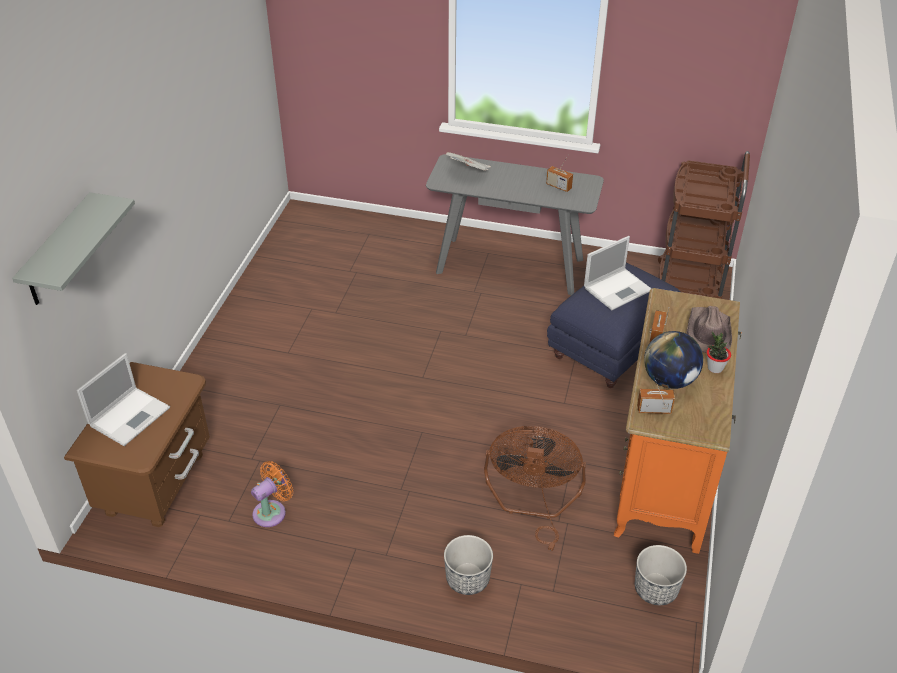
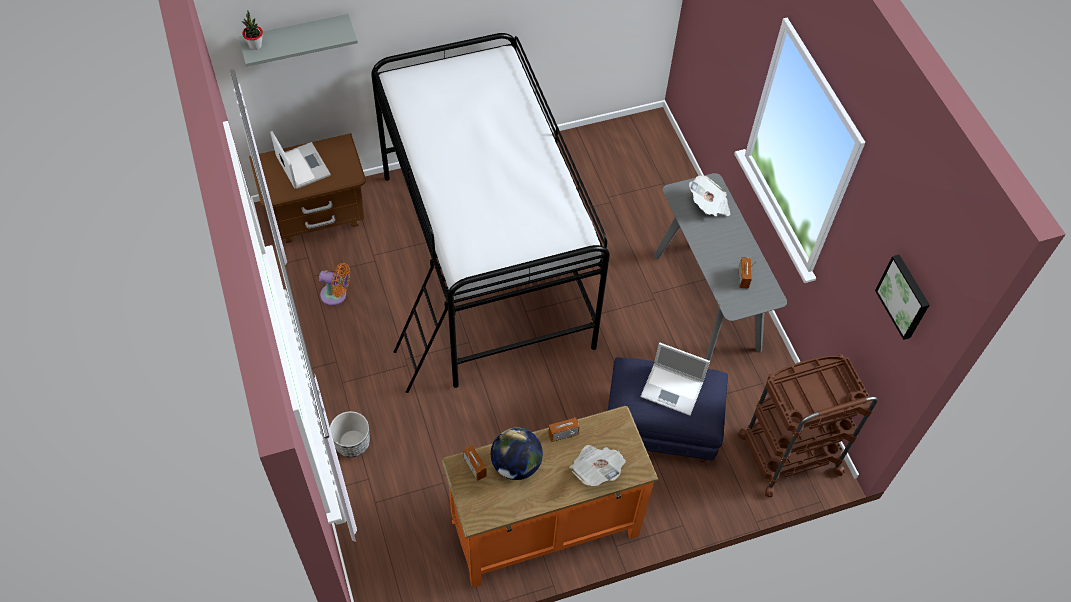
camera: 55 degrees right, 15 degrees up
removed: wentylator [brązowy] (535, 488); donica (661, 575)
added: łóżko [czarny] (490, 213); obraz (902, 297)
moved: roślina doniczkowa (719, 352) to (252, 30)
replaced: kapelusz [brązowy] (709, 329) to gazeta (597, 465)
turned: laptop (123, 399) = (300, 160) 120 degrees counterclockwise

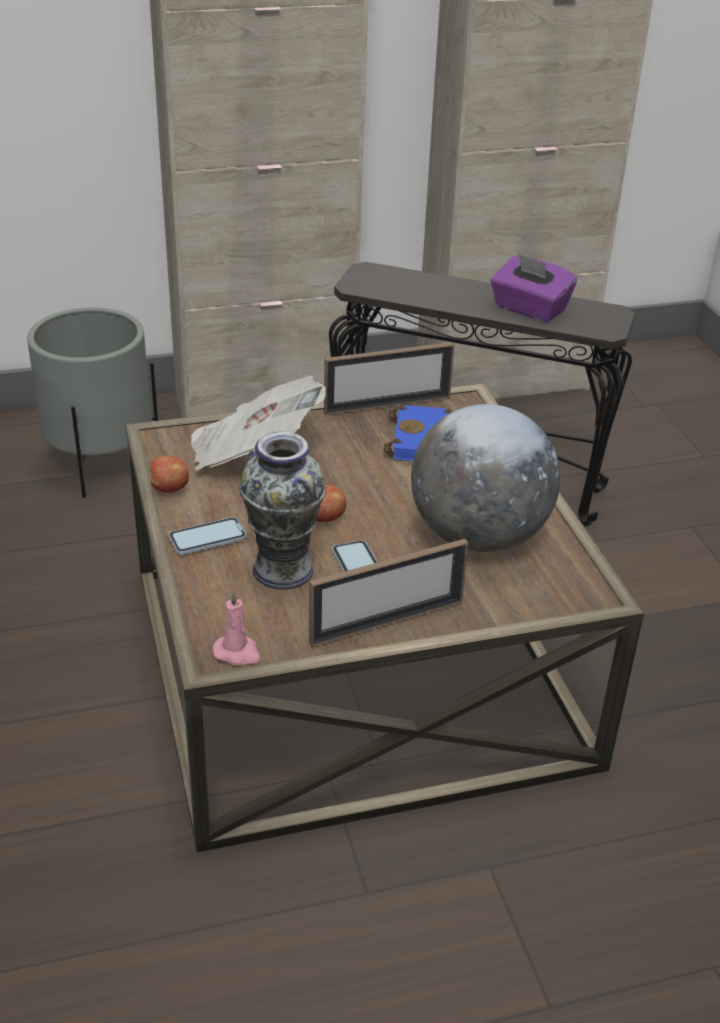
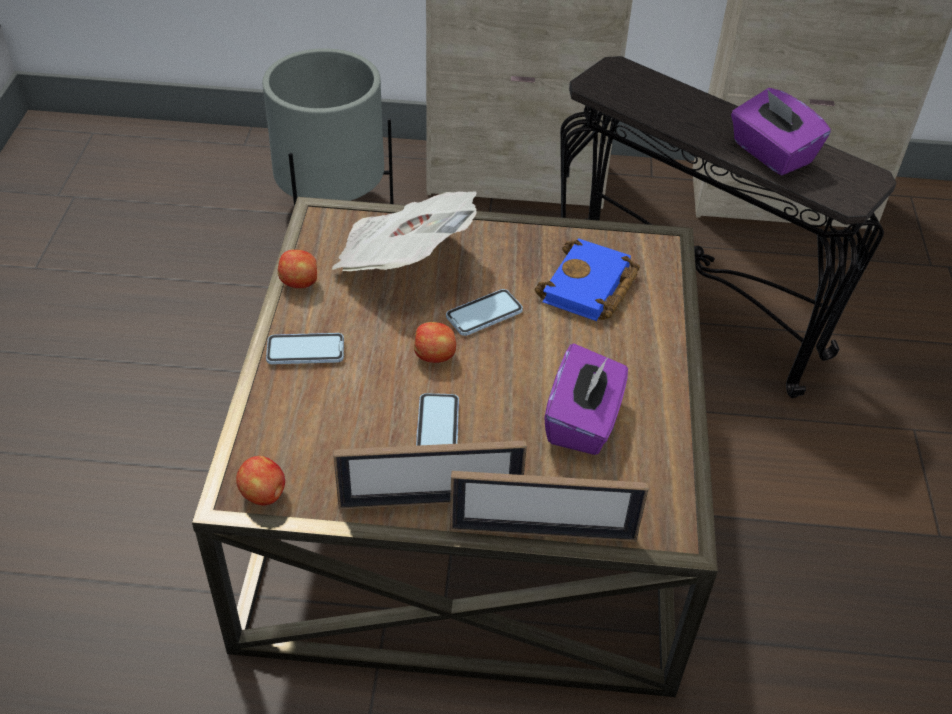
camera: 20 degrees right, 10 degrees up
removed: wazon (282, 511)
added: telefon (484, 312)
moved: ramka na zdjęcie (389, 378) to (549, 506)
replaced: świeca [różowy] (237, 627) to jabłko (260, 481); globus (485, 478) to pudełko chusteczek [fioletowy] (586, 399)

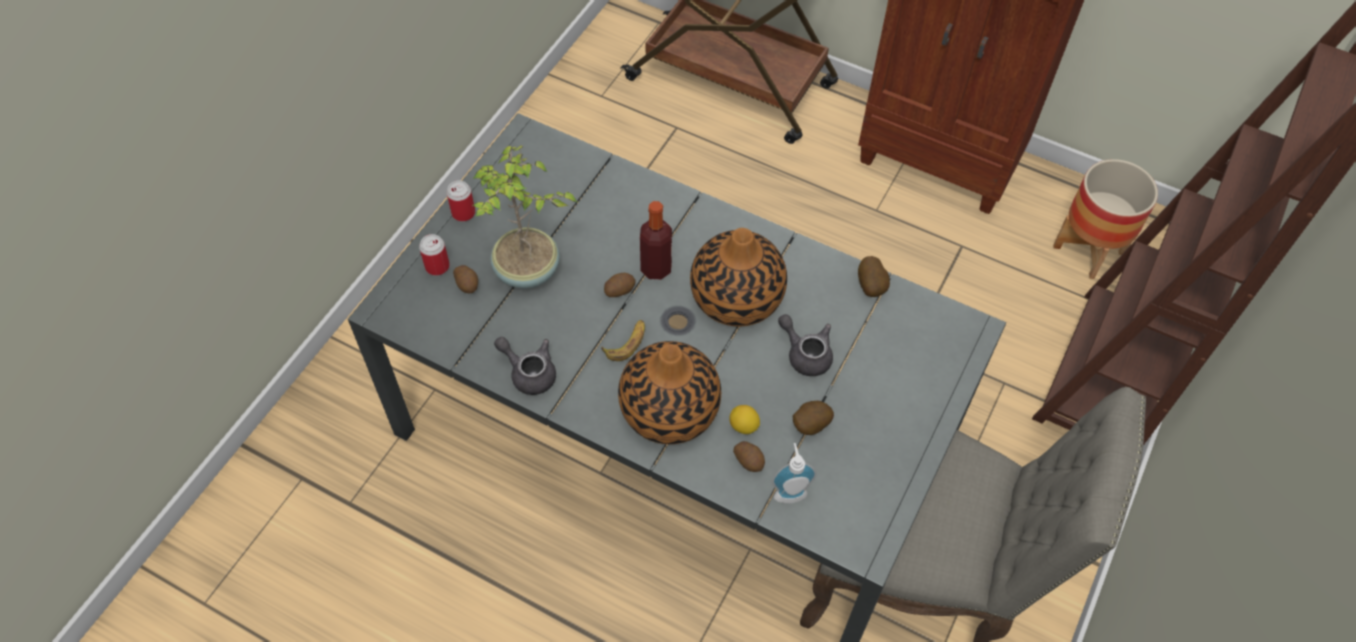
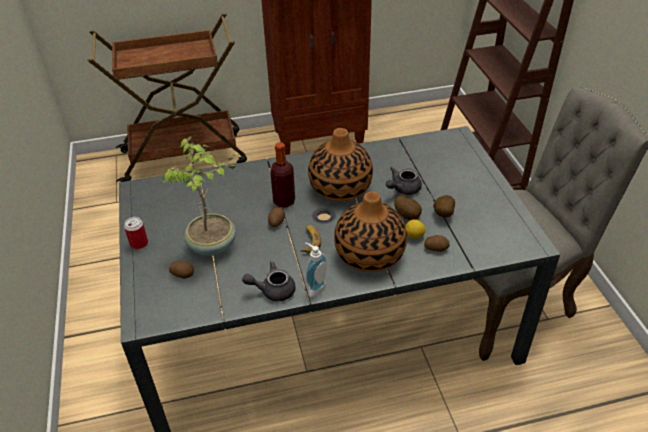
camera: 40 degrees left, 15 degrees down
removed: puszka (434, 254); donica (1105, 219)
moved: dozownik mydła (794, 473) to (316, 270); ziemniak (874, 276) to (408, 207)
turned: imbryk [szary] (805, 345) = (404, 181) 45 degrees counterclockwise

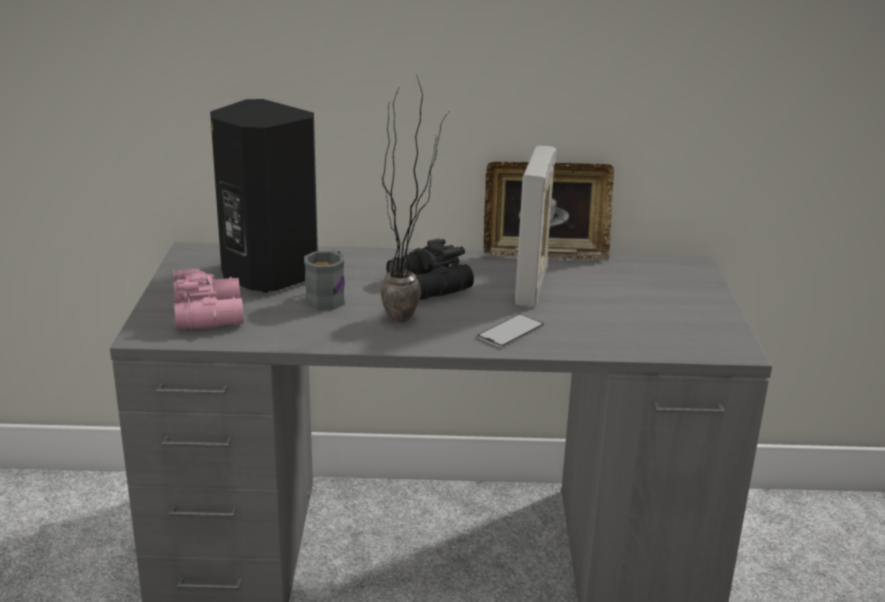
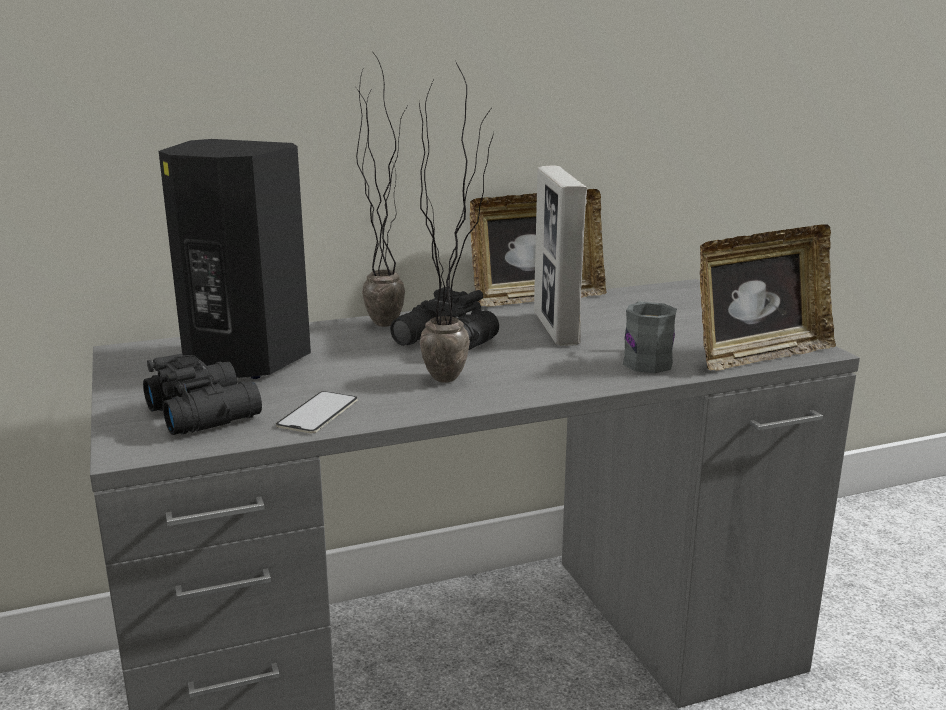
camera: 20 degrees left, 5 degrees down
added: roślina doniczkowa (382, 188); ramka na zdjęcie (768, 297)
moved: kubek [szary] (324, 279) to (650, 337); telefon (510, 330) to (316, 412)
recoloured: lornetka [różowy] (208, 299) to lornetka [czarny] (202, 394)

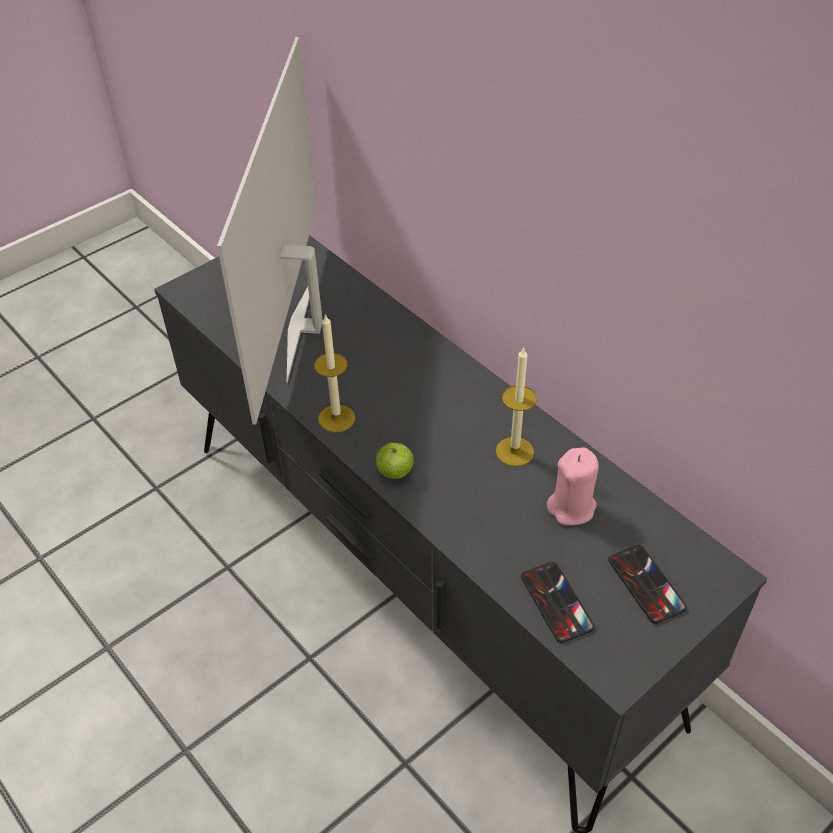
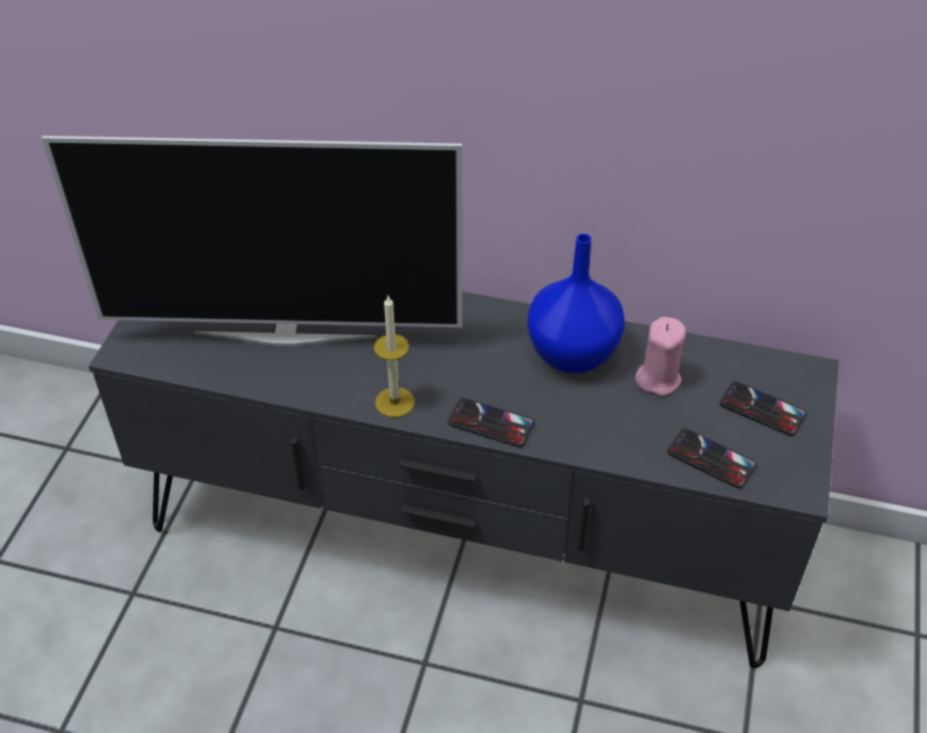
camera: 35 degrees left, 0 degrees up
replaced: jabłko (395, 461) to telefon (491, 422); świeca (516, 407) to wazon [niebieski] (576, 303)
turned: telewizor (269, 231) = (252, 241) 60 degrees counterclockwise

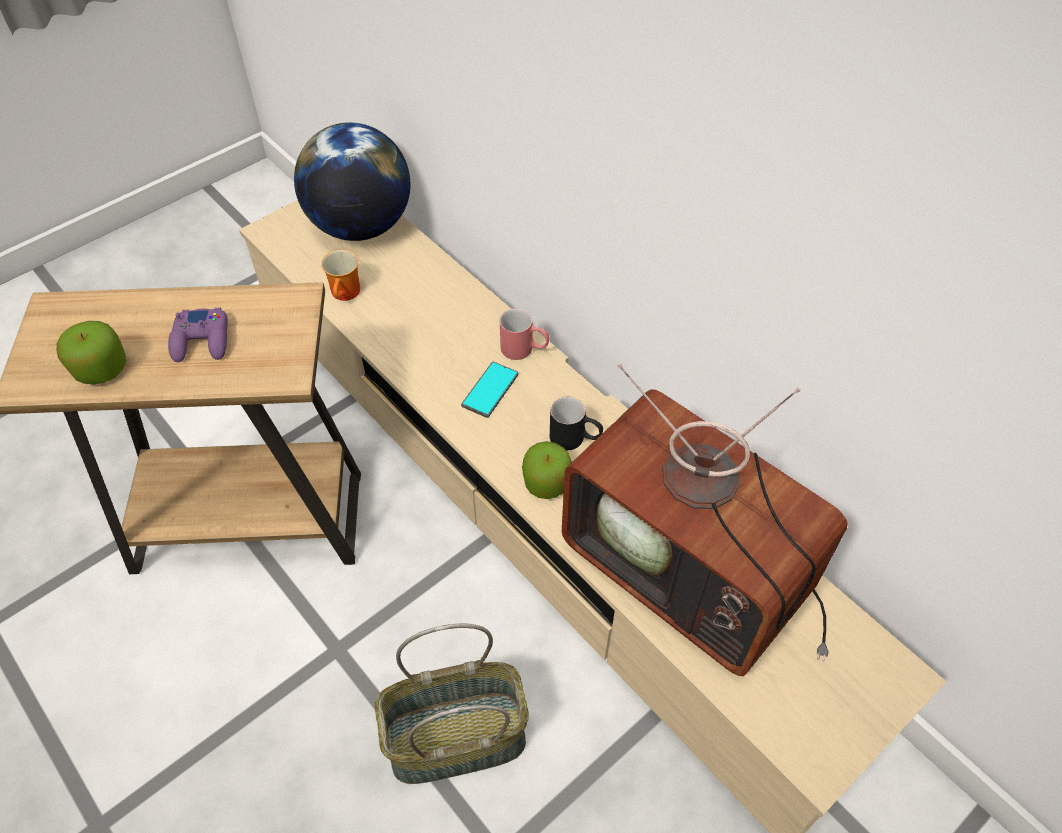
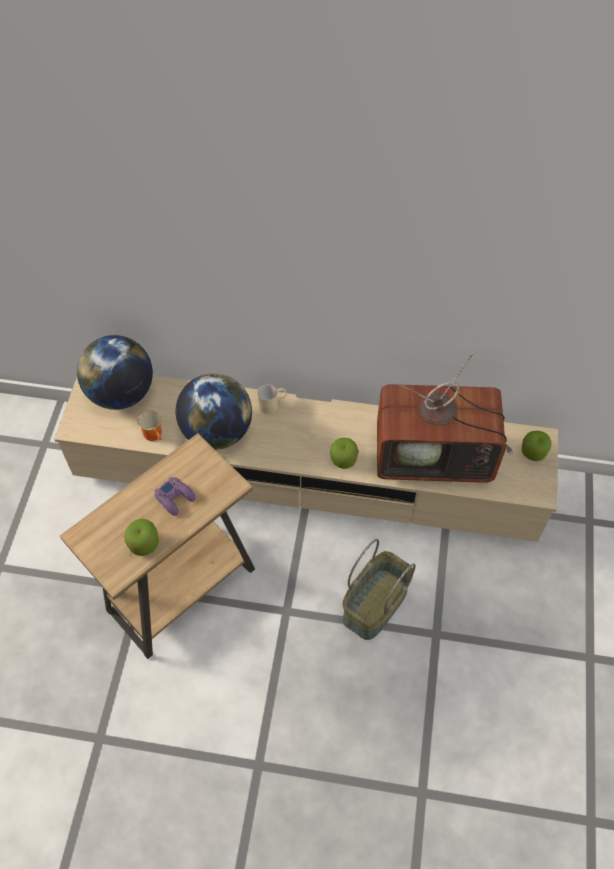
camera: 40 degrees left, 5 degrees up
removed: telefon (489, 390); kubek [czarny] (576, 423)
added: globus (214, 411); jabłko (536, 446)
recoloured: kubek [czerwony] (525, 334) to kubek [beżowy] (272, 399)

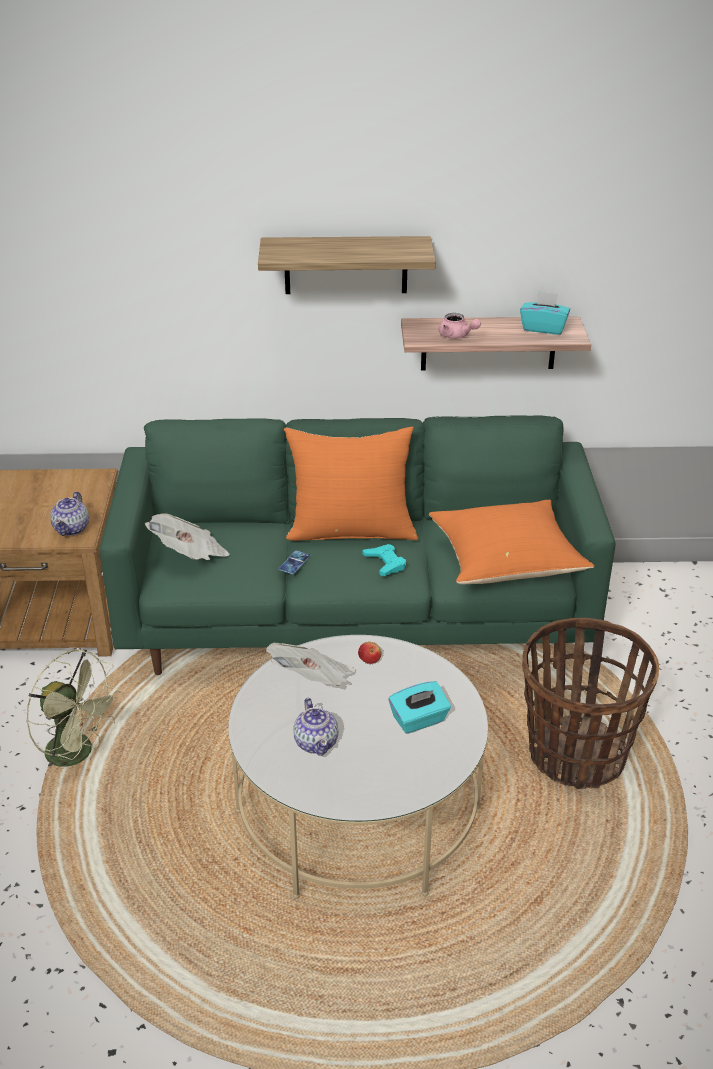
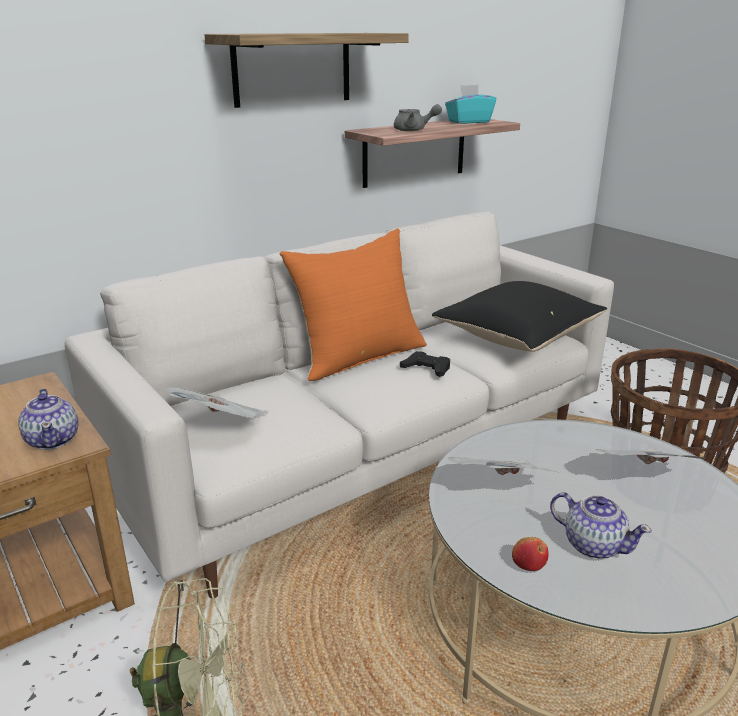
camera: 35 degrees left, 10 degrees down
removed: telefon (295, 562)
moved: jabłko (369, 653) to (530, 554)
replaced: pudełko chusteczek [turkusowy] (420, 707) to gazeta (650, 456)
recoloured: kanapa [zielony] (357, 545) to kanapa [biały] (339, 405); pad do gier [turkusowy] (384, 560) to pad do gier [czarny] (425, 364); poduszka [pomarańczowy] (512, 542) to poduszka [czarny] (519, 316); imbryk [różowy] (460, 326) to imbryk [szary] (418, 117)

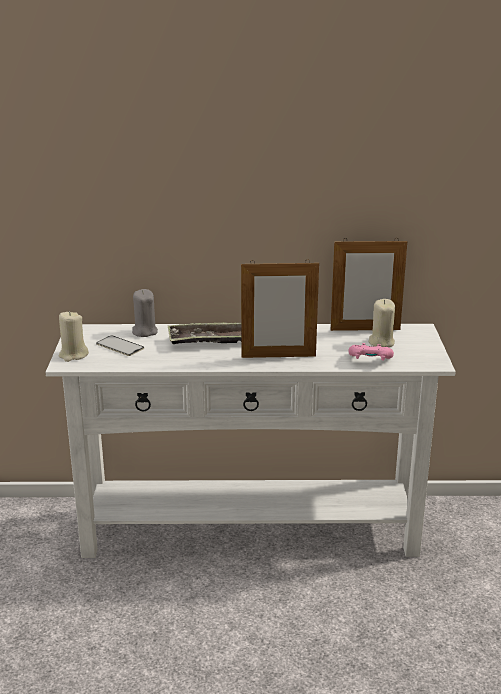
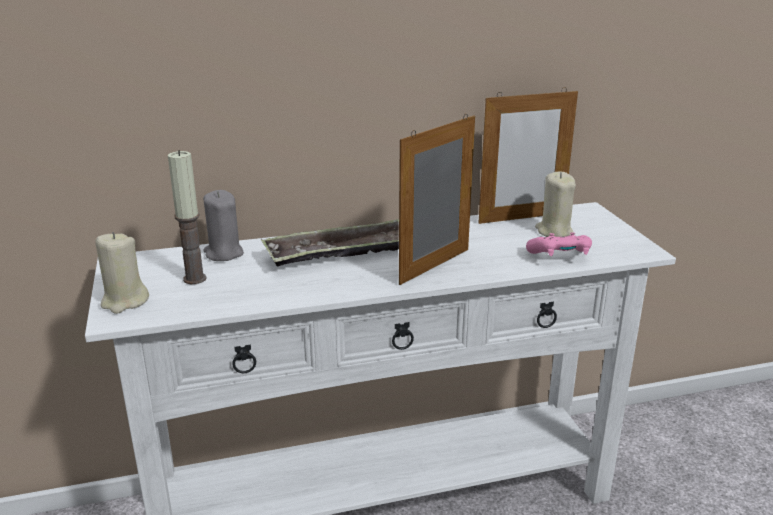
camera: 15 degrees left, 0 degrees up
replaced: telefon (120, 345) to świeca (187, 217)
turned: ramka na zdjęcie (280, 308) = (437, 200) 150 degrees clockwise

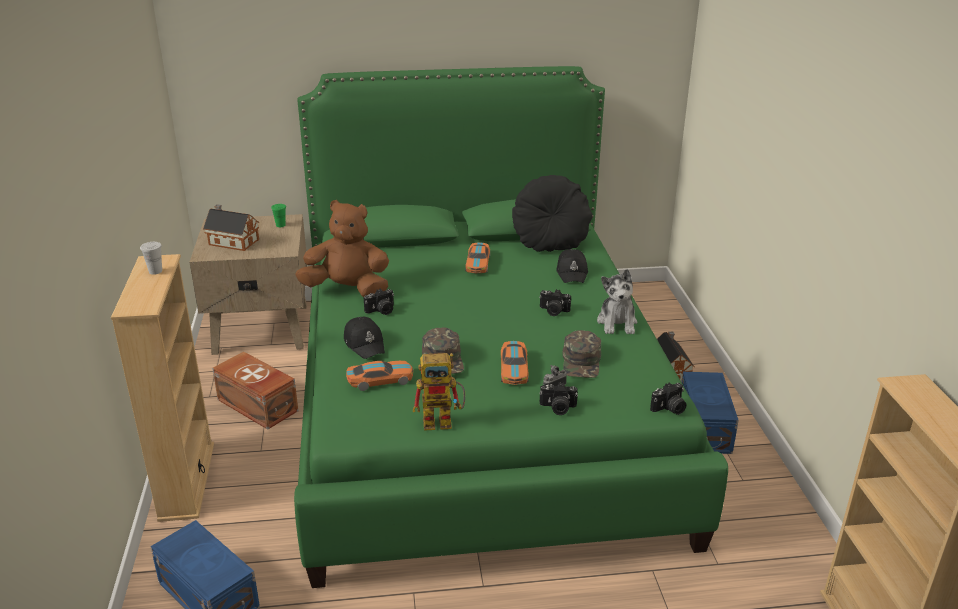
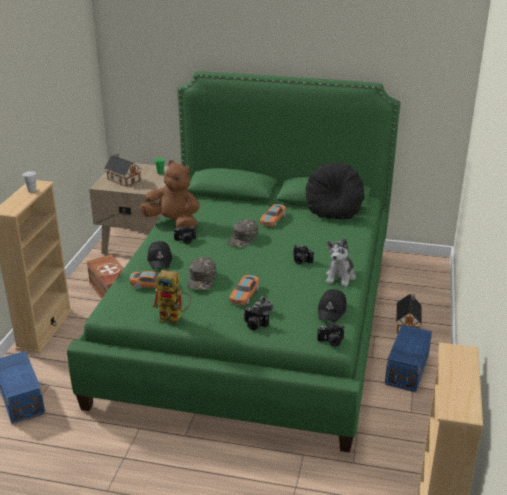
camera: 20 degrees right, 0 degrees up
moved: czapka z daszkiem [czarny] (572, 266) to (332, 306); czapka z daszkiem [zielony] (582, 354) to (242, 233)

